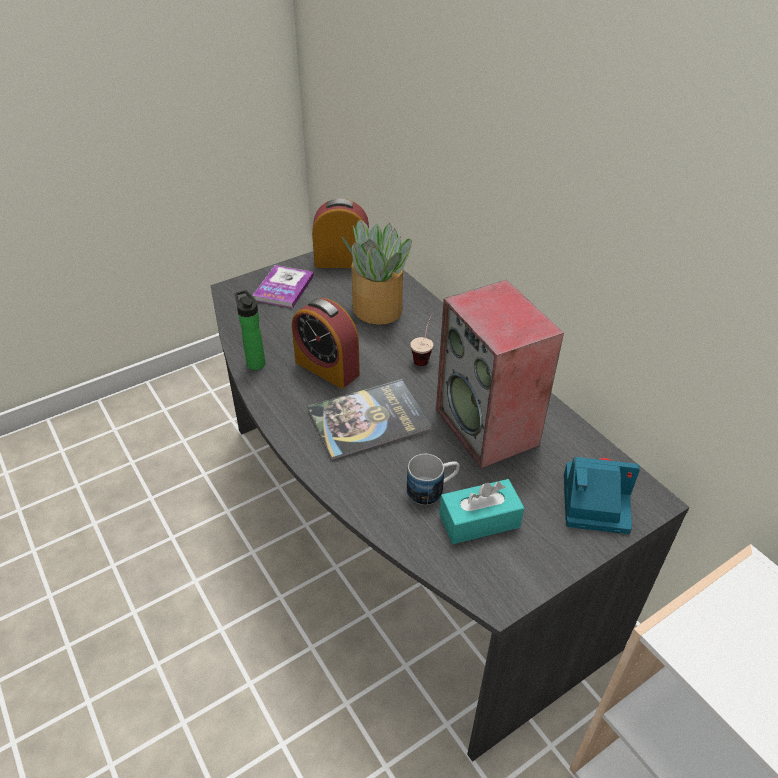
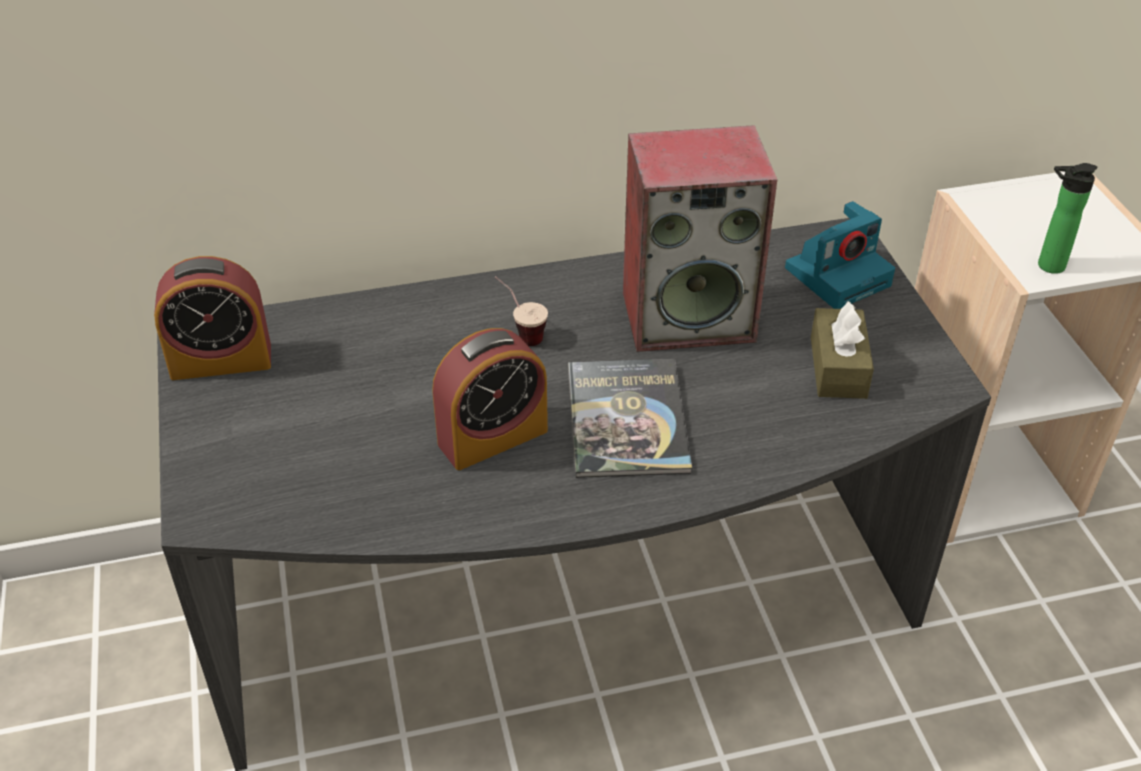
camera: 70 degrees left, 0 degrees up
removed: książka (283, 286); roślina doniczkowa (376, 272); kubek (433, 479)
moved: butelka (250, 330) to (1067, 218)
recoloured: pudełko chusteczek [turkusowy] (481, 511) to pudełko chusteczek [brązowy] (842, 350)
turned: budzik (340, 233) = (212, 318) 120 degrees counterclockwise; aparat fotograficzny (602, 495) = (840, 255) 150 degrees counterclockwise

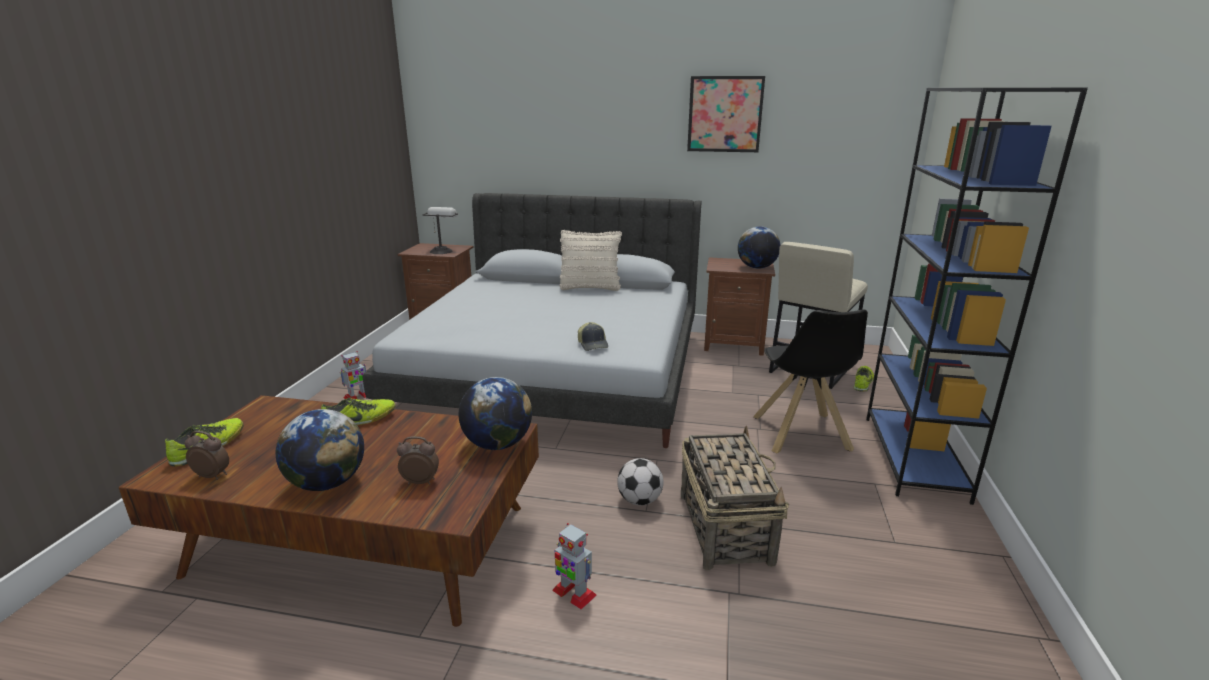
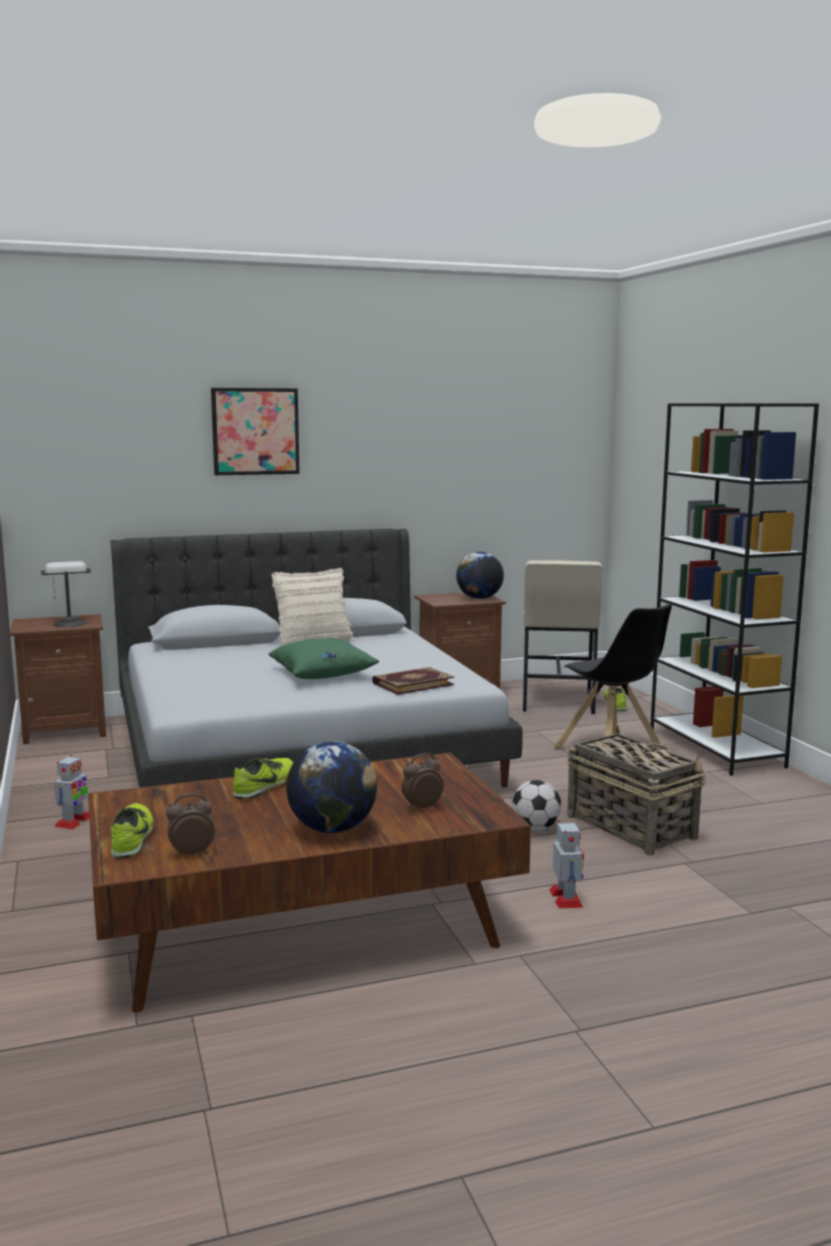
camera: 30 degrees left, 10 degrees down
removed: globus (495, 413)
added: poduszka [zielony] (323, 658)
moved: obraz (726, 114) to (255, 431)
replaced: czapka z daszkiem (593, 336) to książka (413, 681)
recoloured: regał [niebieski] (977, 296) to regał [biały] (734, 589)
turned: robot zabawkowy (574, 566) = (566, 864) 105 degrees counterclockwise

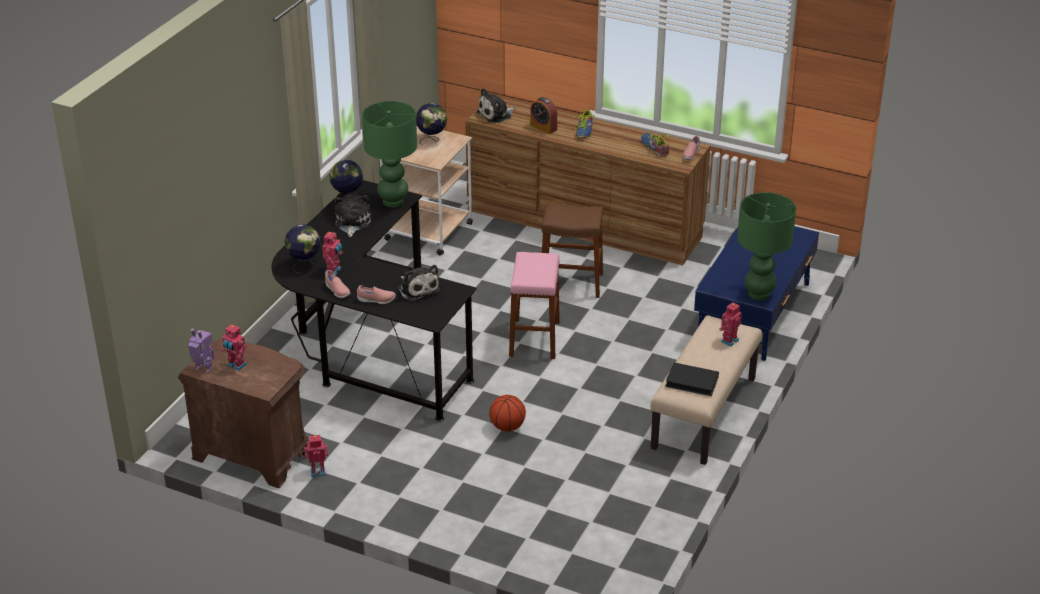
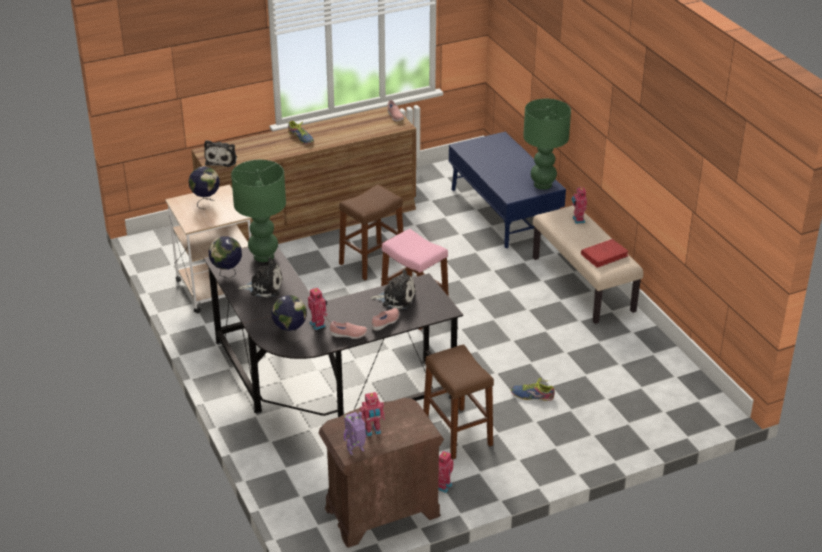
camera: 50 degrees left, 0 degrees up
removed: piłka do koszykówki (507, 413); budzik (543, 115)
added: stołek [brązowy] (458, 402)
moved: but (656, 145) to (533, 389)
recoloured: książka [czarny] (692, 379) to książka [czerwony] (605, 253)
turned: pluszak (352, 215) = (260, 278) 135 degrees clockwise

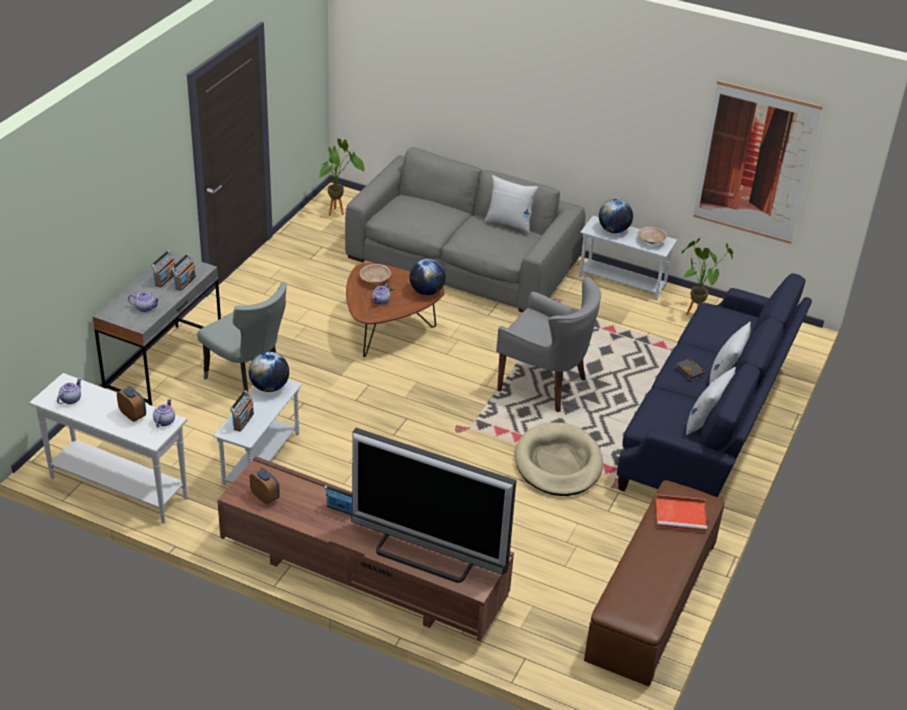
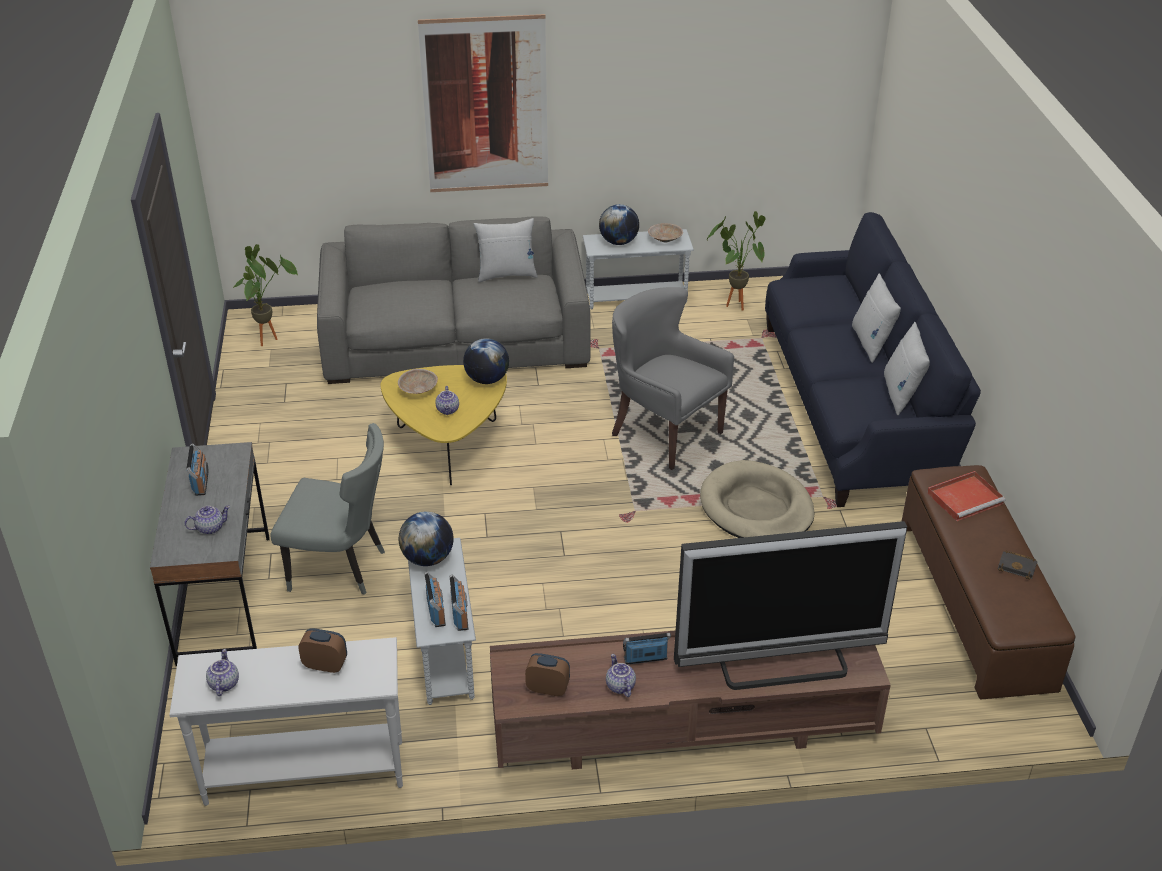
camera: 30 degrees left, 0 degrees up
moved: imbryk (164, 413) to (621, 675); radio (183, 272) to (459, 602); książka [czarny] (689, 369) to (1017, 565); obraz (758, 162) to (483, 103)
recoloured: ława [brązowy] (395, 310) to ława [żółty] (444, 425)
turned: fotel [szary] (548, 344) = (673, 378) 135 degrees counterclockwise

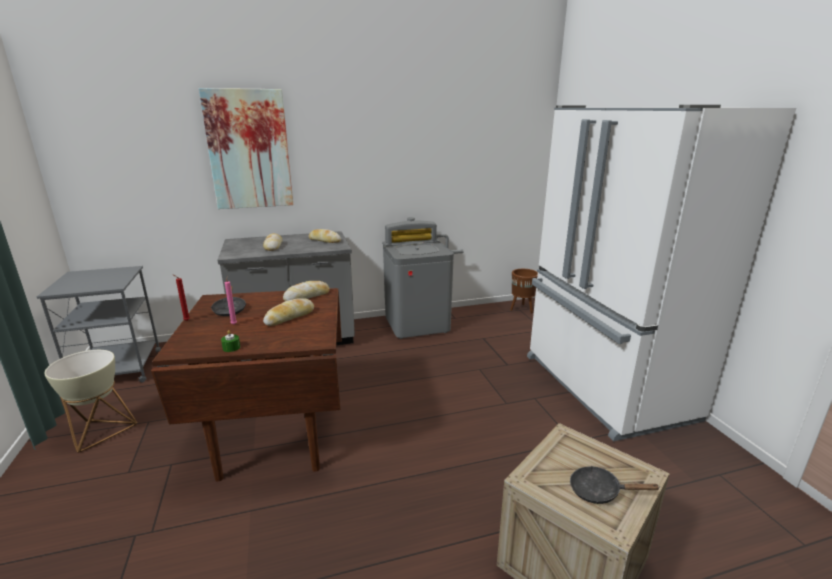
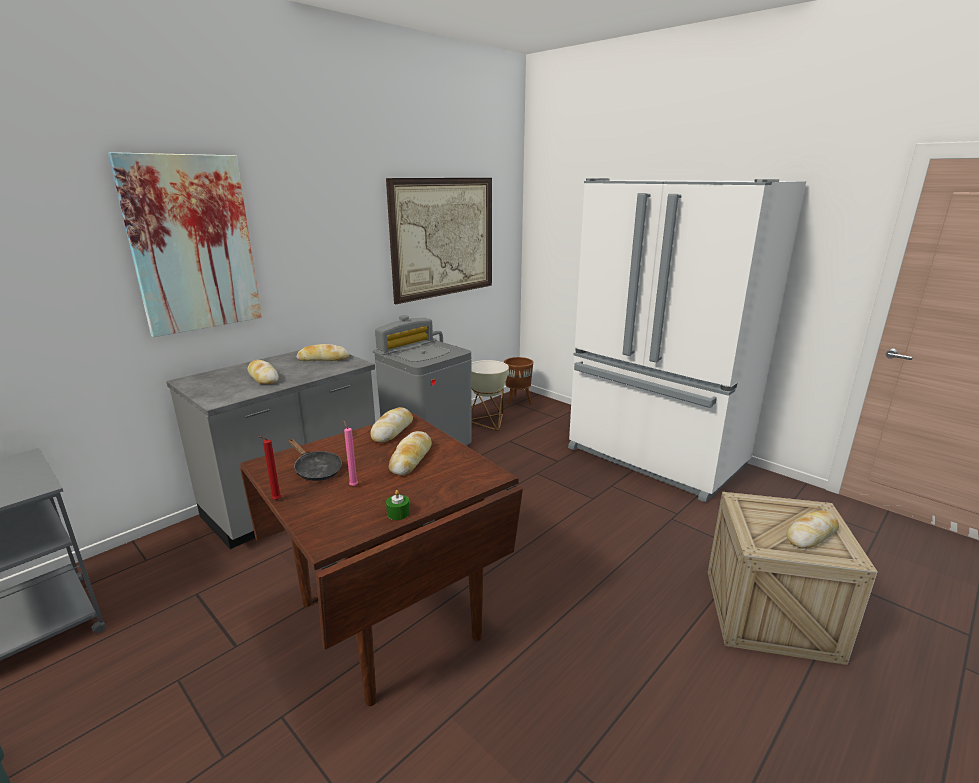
camera: 30 degrees left, 0 degrees up
added: obraz (439, 241)
moved: donica (90, 401) to (490, 395)
replaced: patelnia [czarny] (614, 485) to chleb (813, 530)

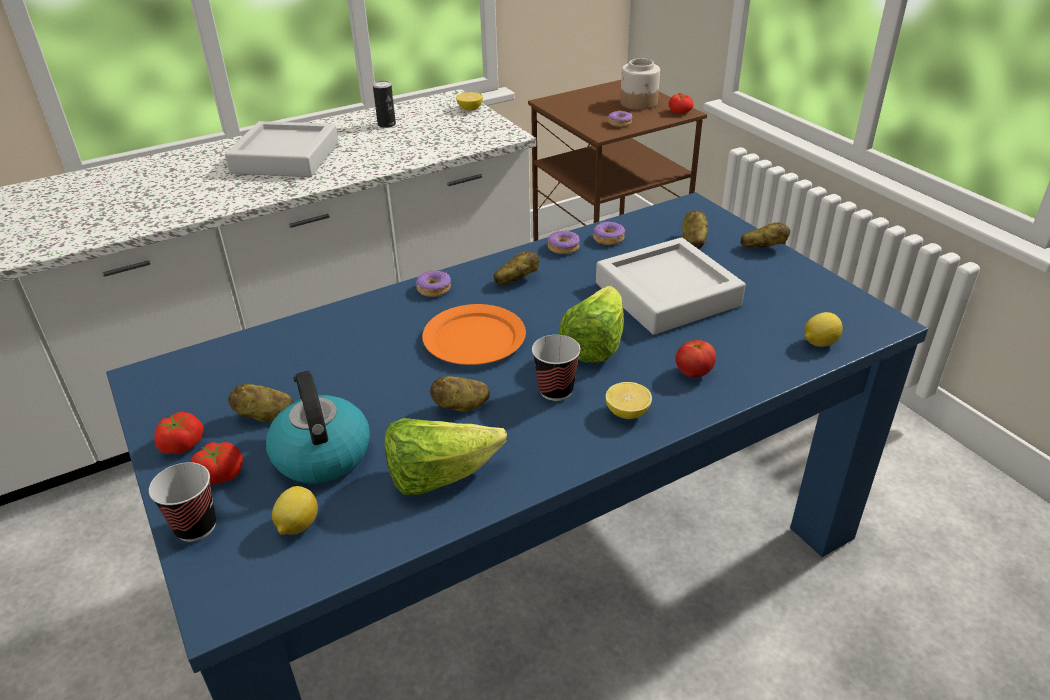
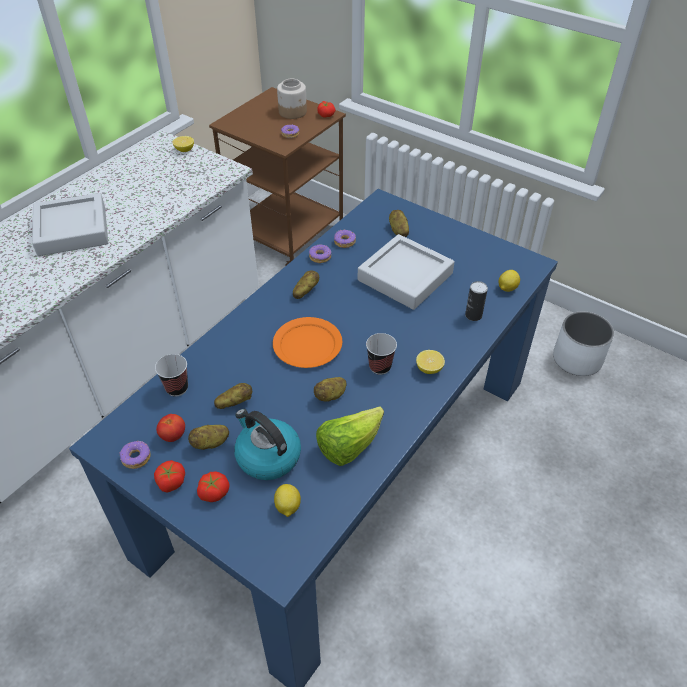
camera: 25 degrees left, 10 degrees up
removed: sałata (591, 324)
added: donica [biały] (583, 343)
moved: filiżanka (182, 502) to (171, 375); puszka (384, 104) to (476, 301); donut (433, 283) to (135, 455); pomidor (696, 358) to (170, 428); ziemniak (765, 235) to (233, 396)

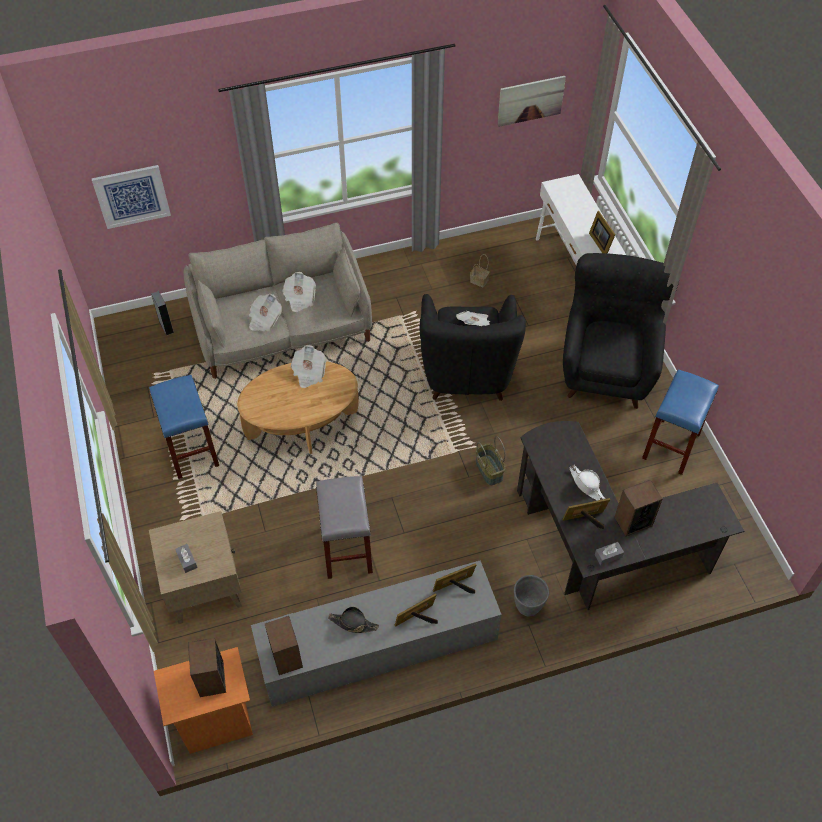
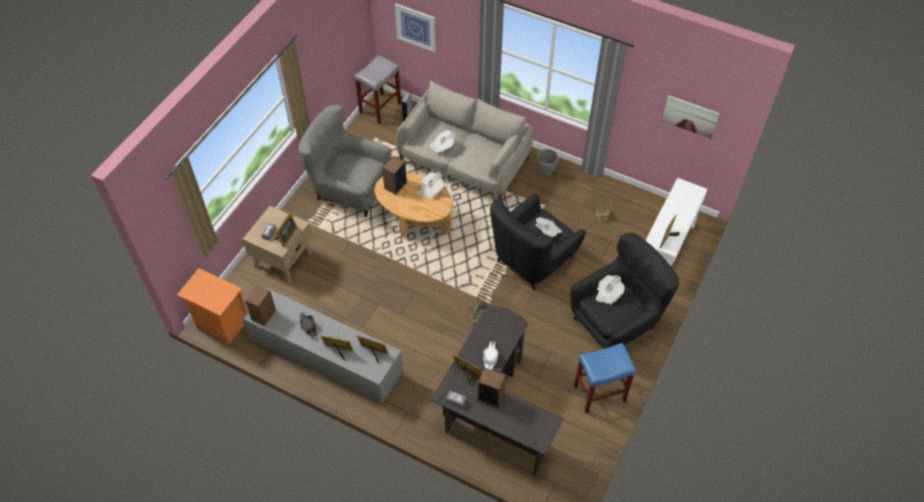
camera: 45 degrees right, 0 degrees up
added: ramka na zdjęcie (285, 229)
moved: głośnik (207, 667) to (394, 175); gazeta (299, 292) to (610, 290); stołek [szary] (344, 527) to (378, 89); donica [szary] (531, 595) to (548, 162)
replaced: stołek [niebieski] (184, 427) to fotel [szary] (344, 161)

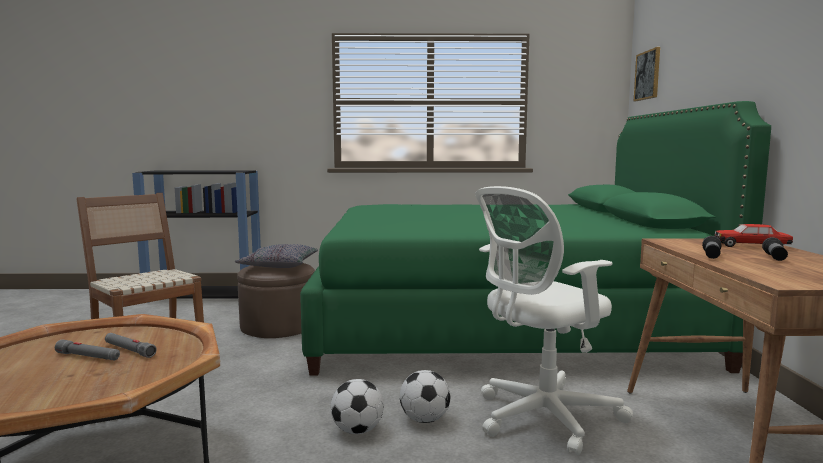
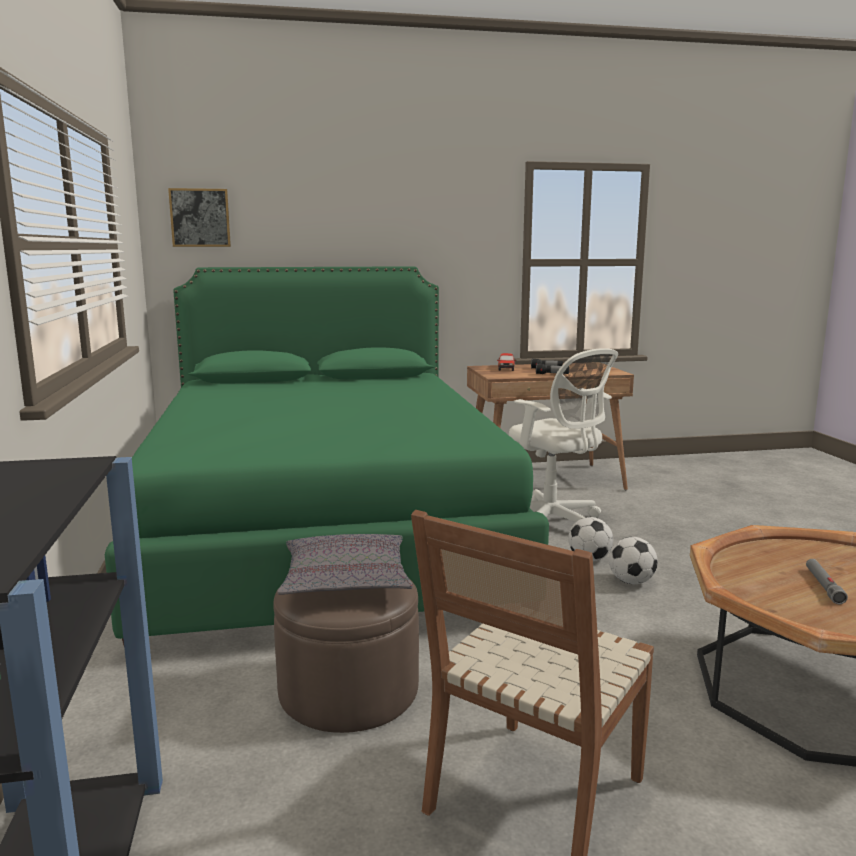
camera: 100 degrees left, 5 degrees up
removed: latarka [szary] (131, 345)

